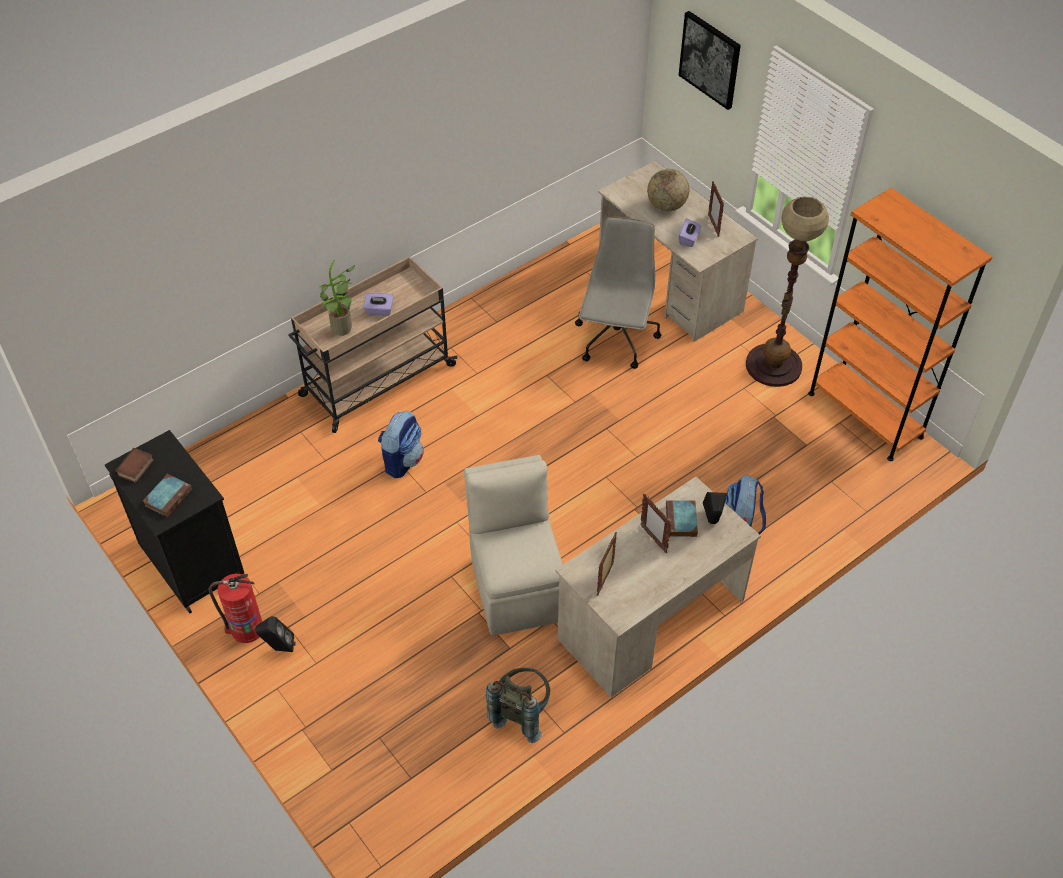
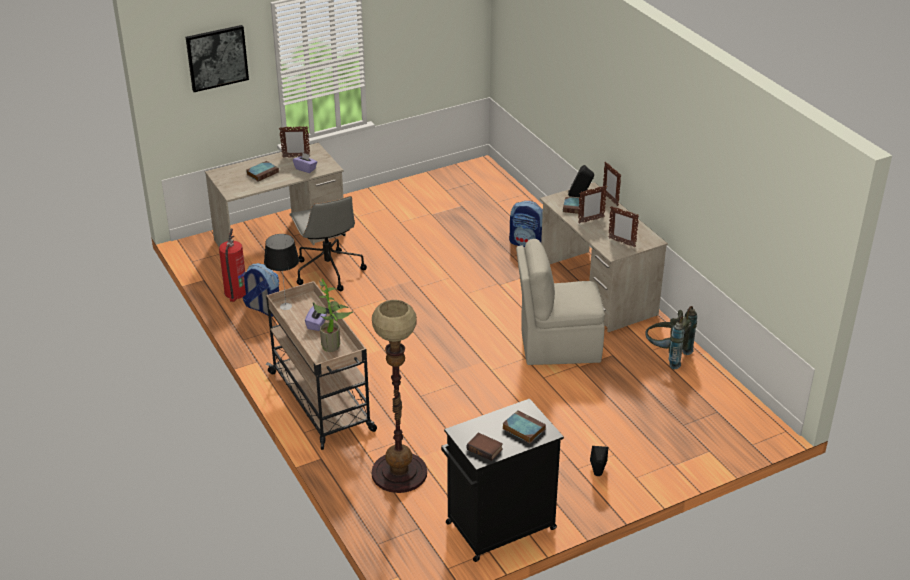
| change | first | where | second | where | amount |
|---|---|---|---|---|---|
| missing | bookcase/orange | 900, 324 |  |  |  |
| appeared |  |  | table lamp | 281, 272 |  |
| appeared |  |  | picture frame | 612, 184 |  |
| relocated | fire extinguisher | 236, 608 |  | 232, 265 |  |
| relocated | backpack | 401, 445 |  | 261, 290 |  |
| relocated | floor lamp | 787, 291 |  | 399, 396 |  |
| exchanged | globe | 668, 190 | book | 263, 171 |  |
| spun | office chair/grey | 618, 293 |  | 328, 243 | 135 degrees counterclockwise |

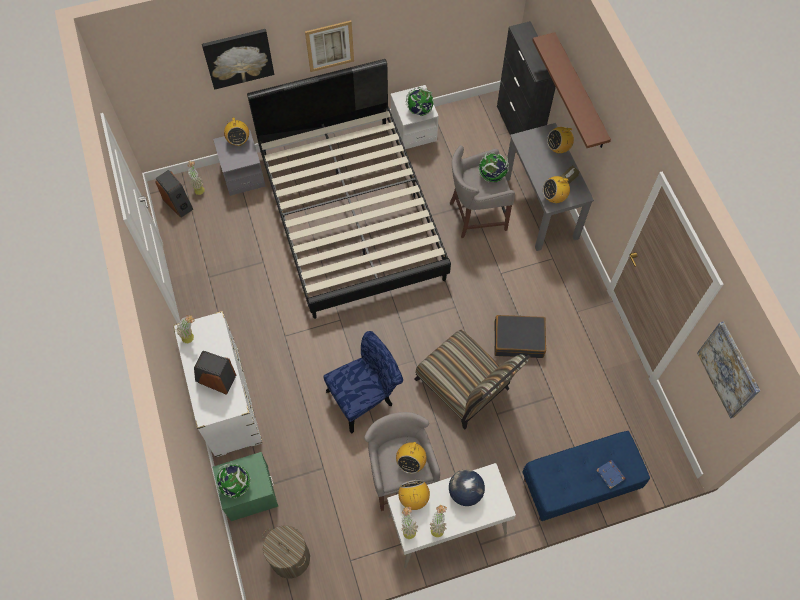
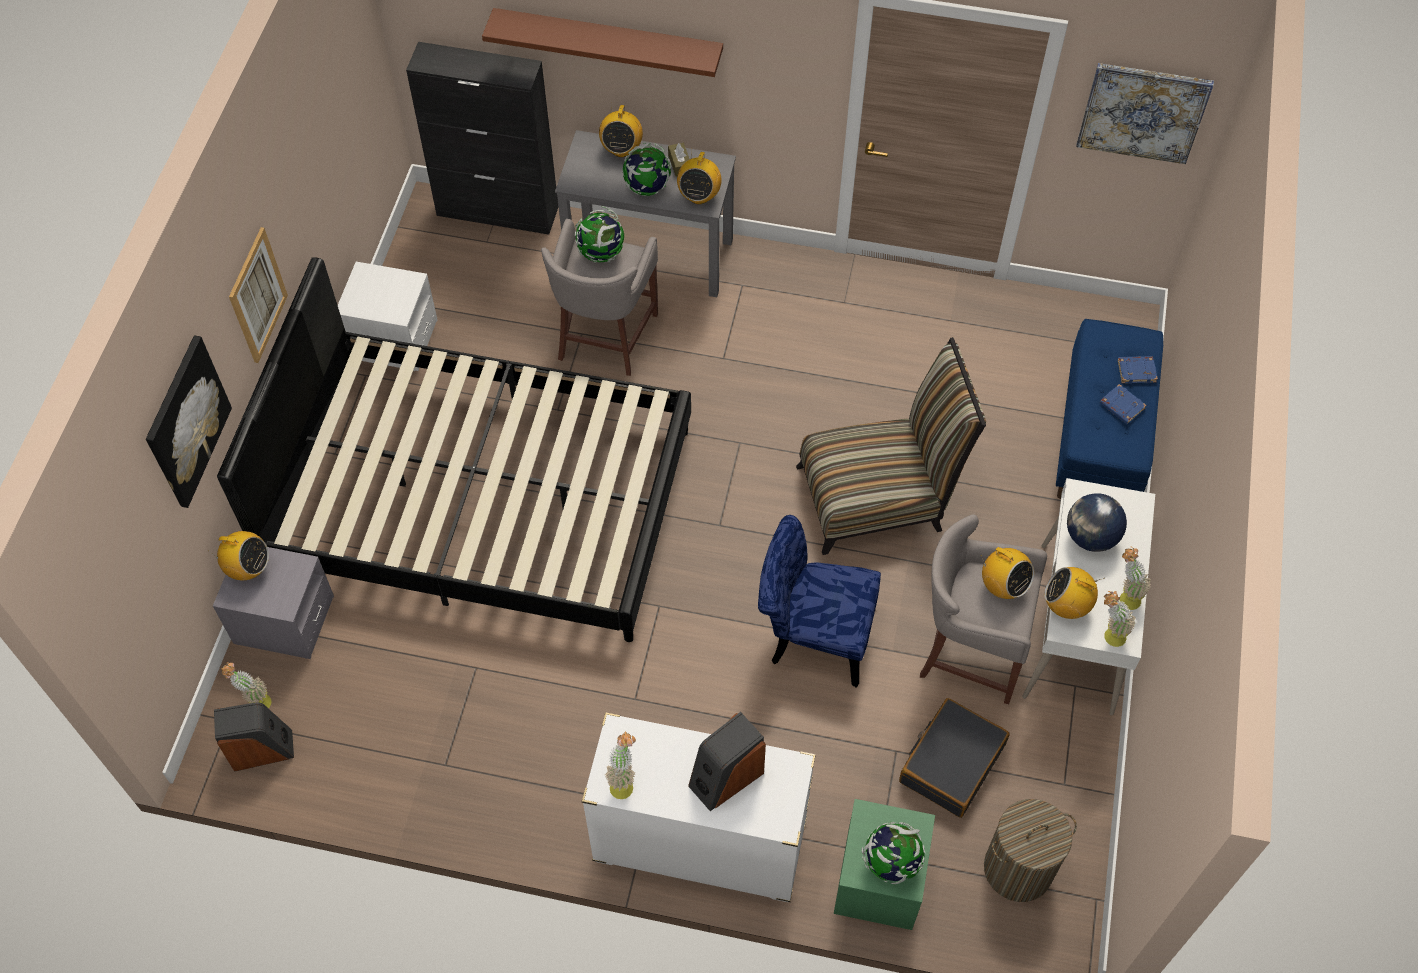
| change | first | where | second | where | amount |
|---|---|---|---|---|---|
| appeared |  |  | book/blue | 1123, 404 |  |
| relocated | globe | 419, 101 |  | 647, 169 |  |
| relocated | suitcase/black | 520, 336 |  | 954, 758 |  |
| spun | chair/blue | 363, 382 |  | 819, 601 | 75 degrees counterclockwise |

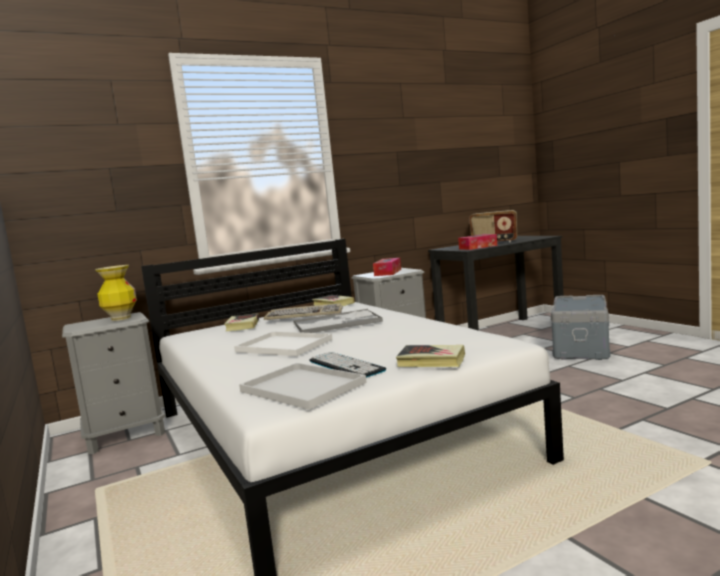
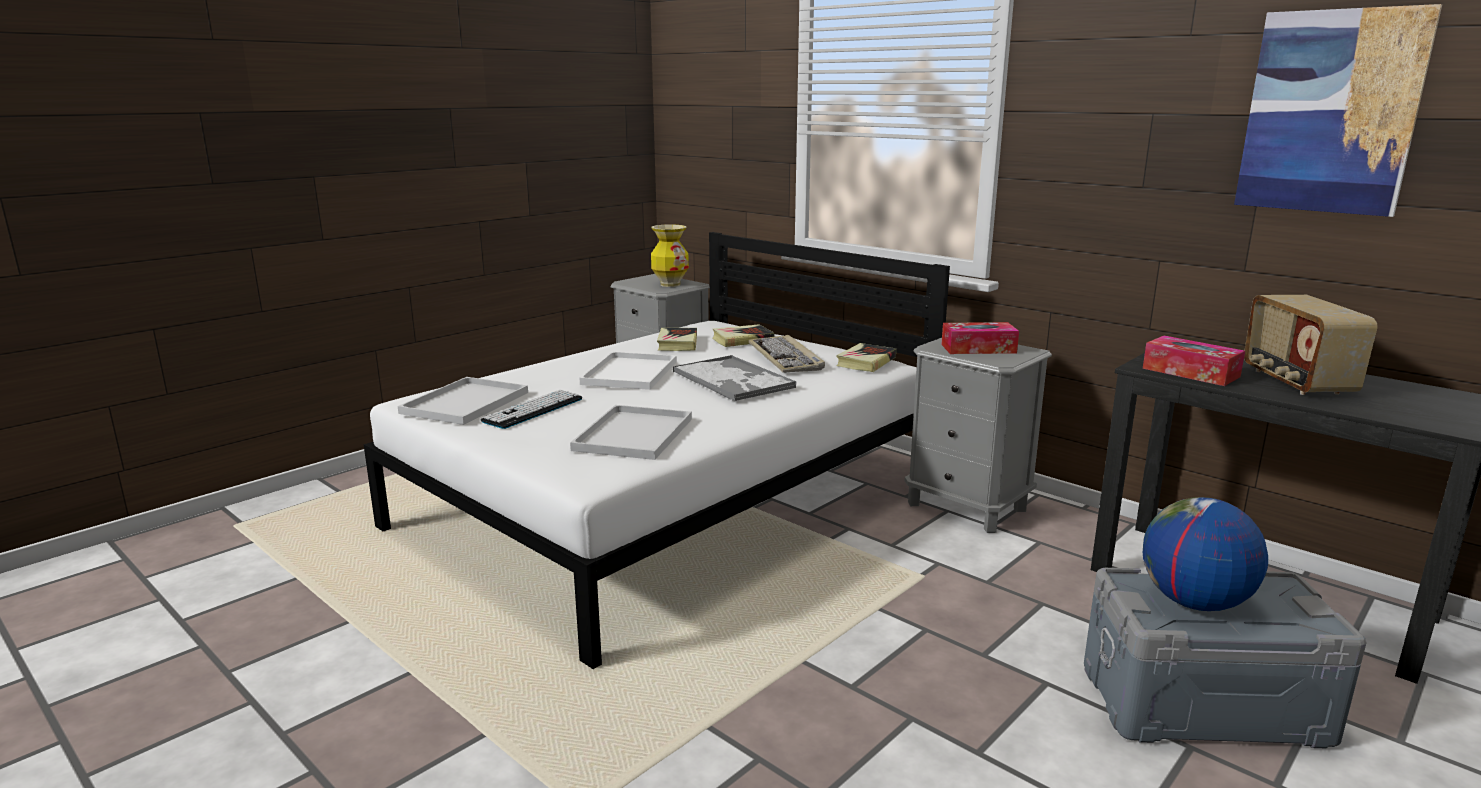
| change | first | where | second | where | amount |
|---|---|---|---|---|---|
| appeared |  |  | tray/white | 631, 432 |  |
| appeared |  |  | globe | 1205, 554 |  |
| appeared |  |  | picture | 1338, 110 |  |
| relocated | book | 430, 356 |  | 677, 339 |  |

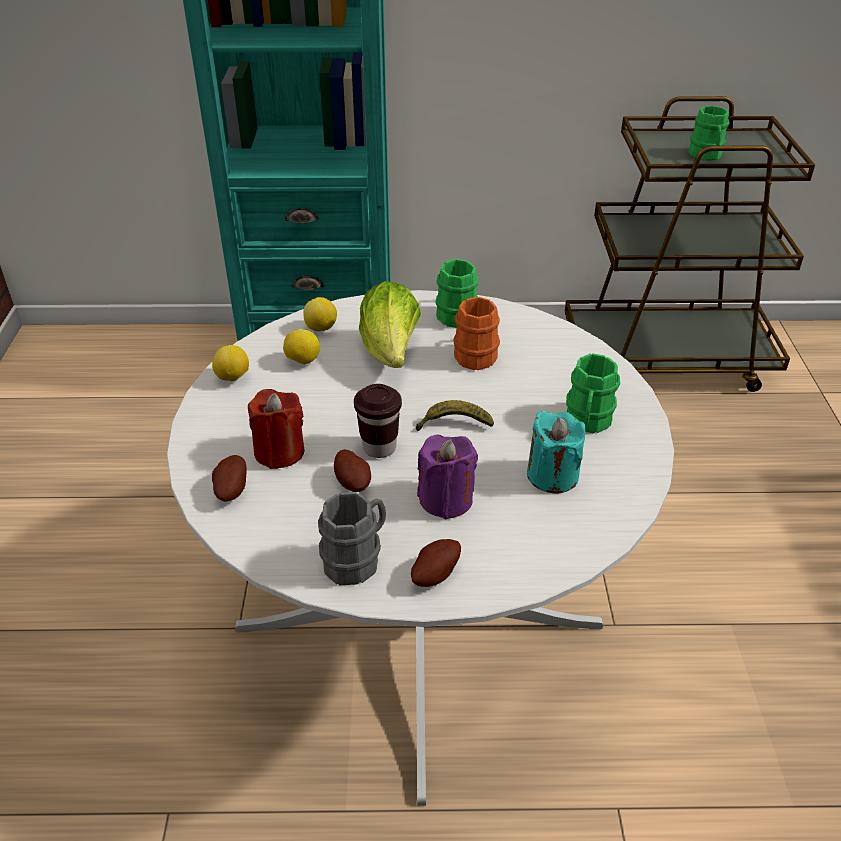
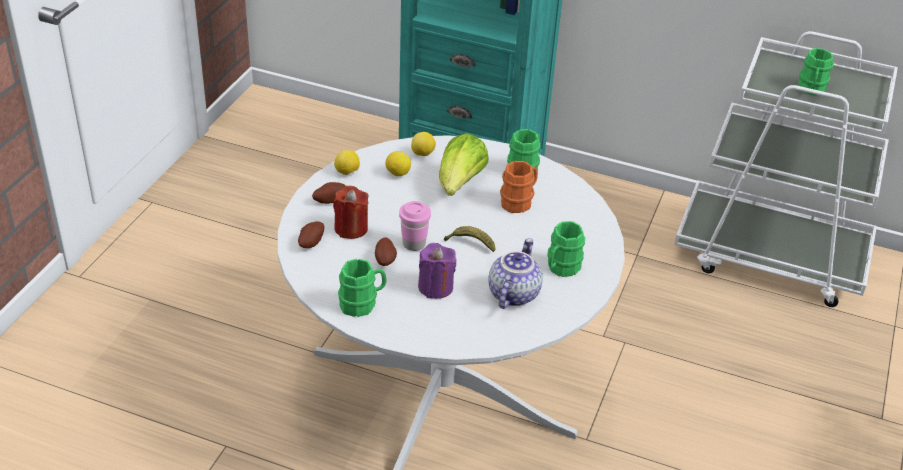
| change | first | where | second | where | amount |
|---|---|---|---|---|---|
| relocated | potato | 436, 563 |  | 329, 193 |  |
| exchanged | candle/turquoise | 556, 452 | teapot | 516, 273 |  |
| colour | mug/grey | 352, 538 | mug/green | 362, 288 |  |
| colour | cup/brown | 378, 421 | cup/pink | 415, 226 |  |
| colour | cart/brown | 690, 244 | cart/white | 786, 169 |  |

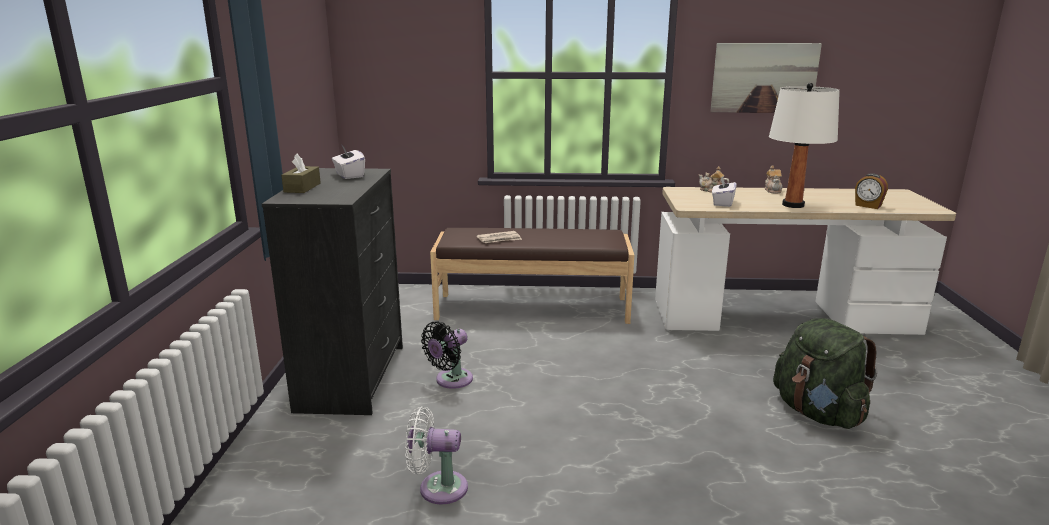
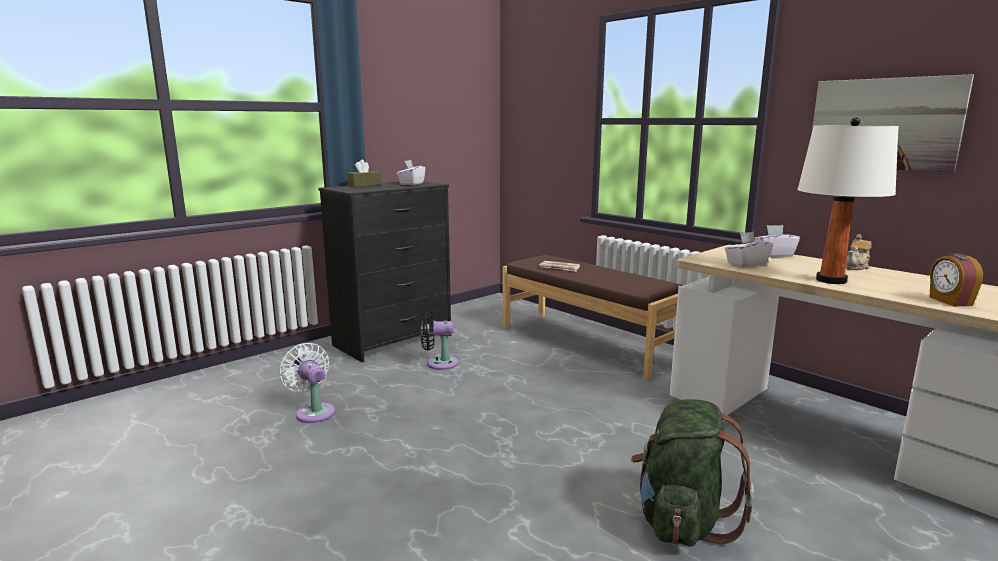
| change | first | where | second | where | amount |
|---|---|---|---|---|---|
| exchanged | teapot | 714, 179 | tissue box/white | 777, 241 |  |

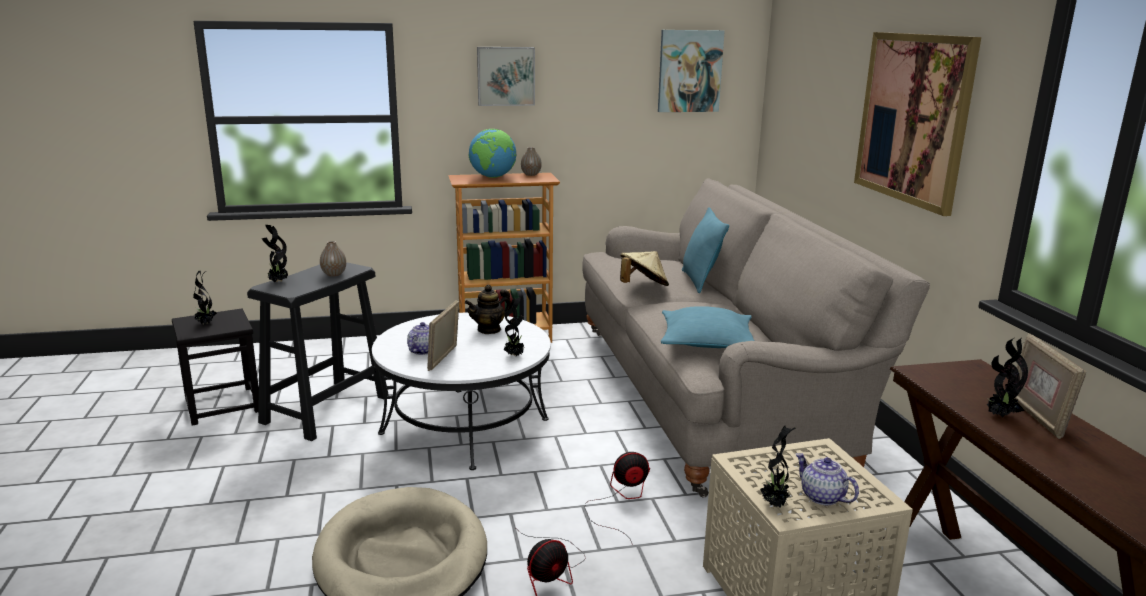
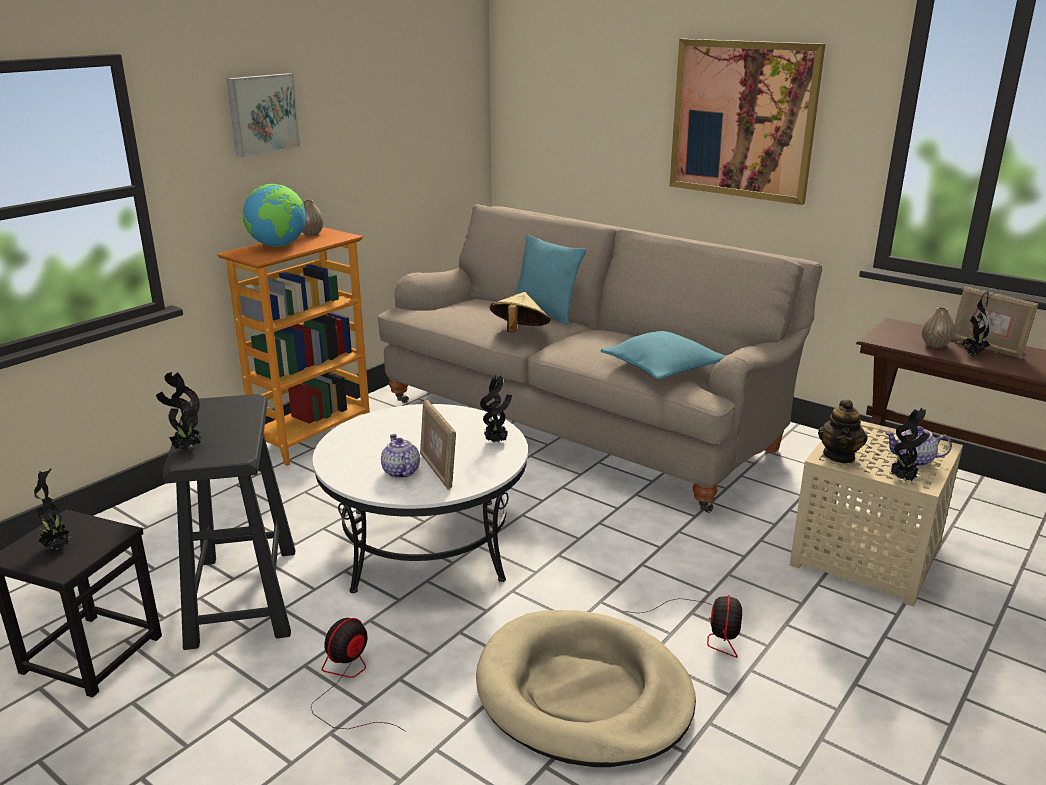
| change | first | where | second | where | amount |
|---|---|---|---|---|---|
| missing | picture | 691, 71 |  |  |  |
| relocated | vase | 333, 259 |  | 938, 327 |  |
| relocated | teapot | 488, 309 |  | 843, 431 |  |
| relocated | fan | 617, 498 |  | 358, 675 |  |

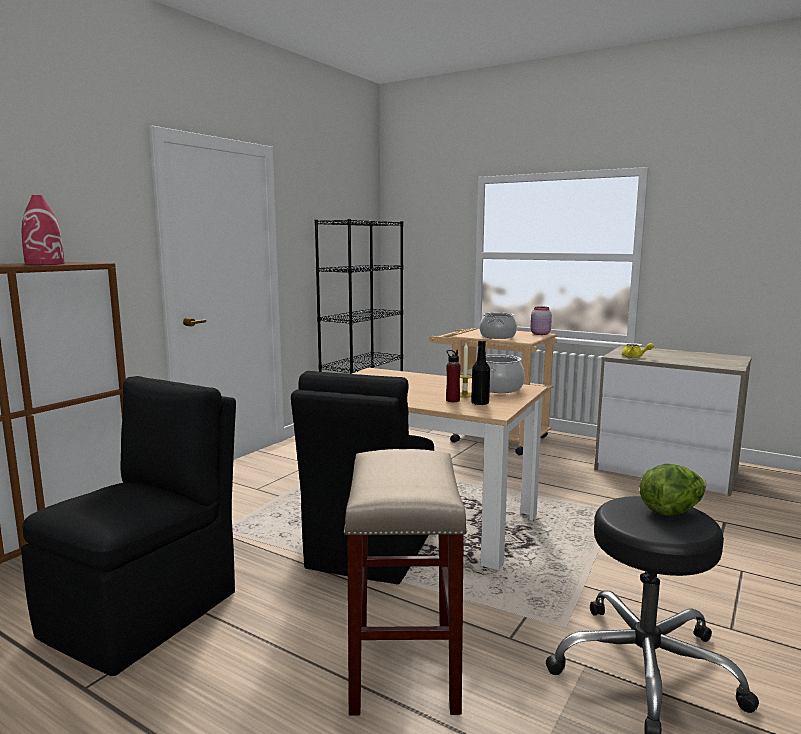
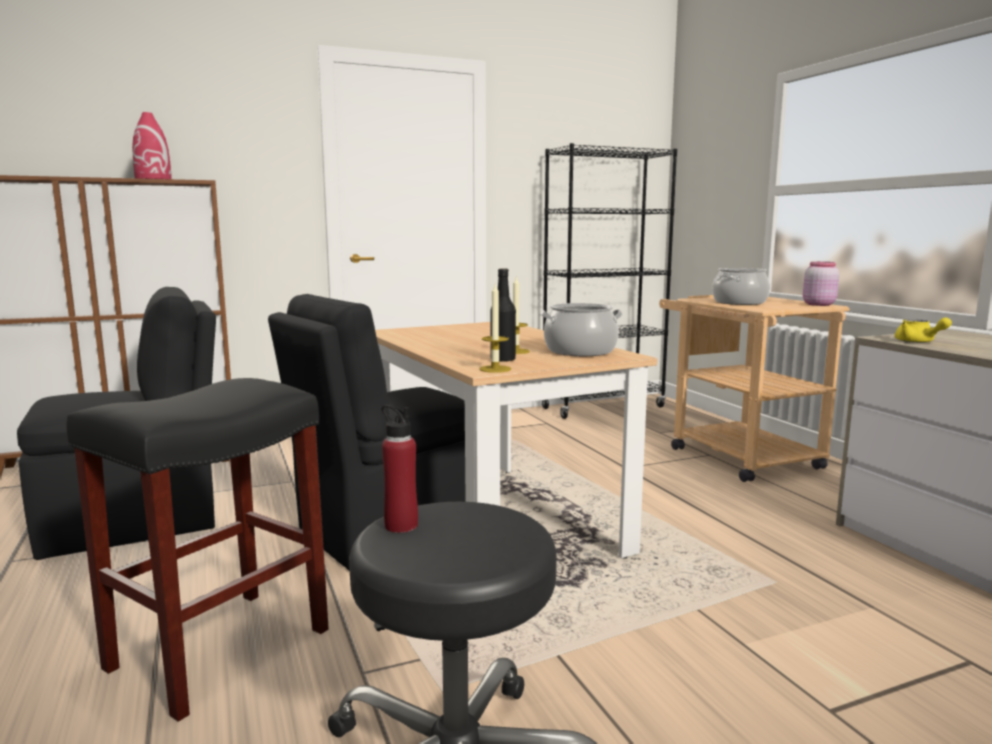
| change | first | where | second | where | amount |
|---|---|---|---|---|---|
| missing | lettuce | 672, 489 |  |  |  |
| appeared |  |  | candle | 495, 328 |  |
| relocated | bottle/red | 453, 376 |  | 399, 469 |  |
| colour | stool/beige | 405, 582 | stool/black | 198, 550 |  |

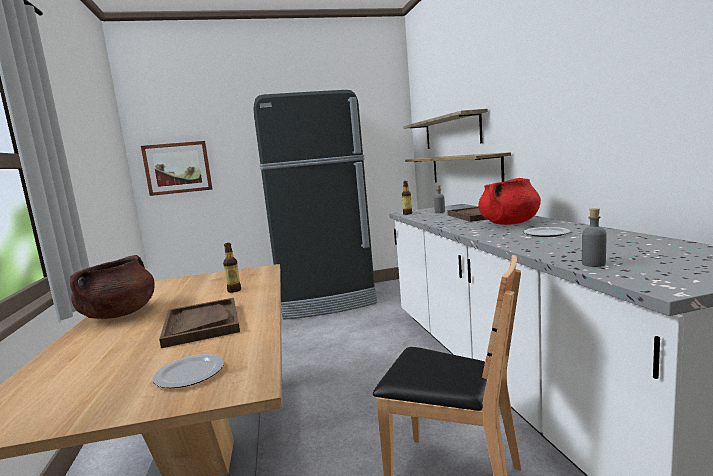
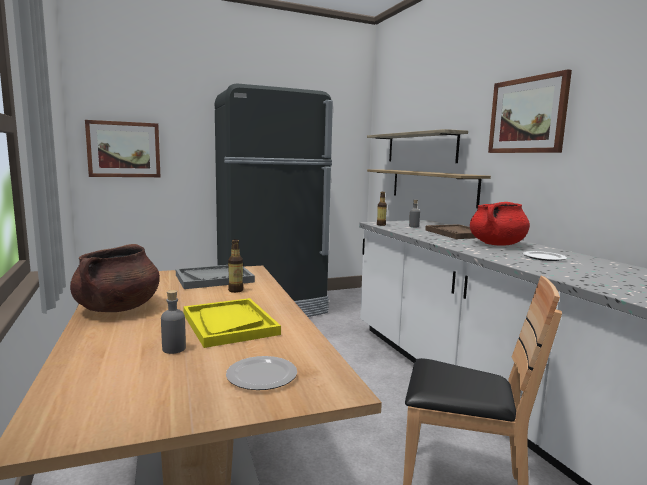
| change | first | where | second | where | amount |
|---|---|---|---|---|---|
| appeared |  |  | tray/grey | 215, 277 |  |
| appeared |  |  | picture | 530, 111 |  |
| relocated | bottle/grey | 594, 237 |  | 173, 322 |  |
| colour | tray/brown | 199, 323 | tray/yellow | 232, 323 |  |

